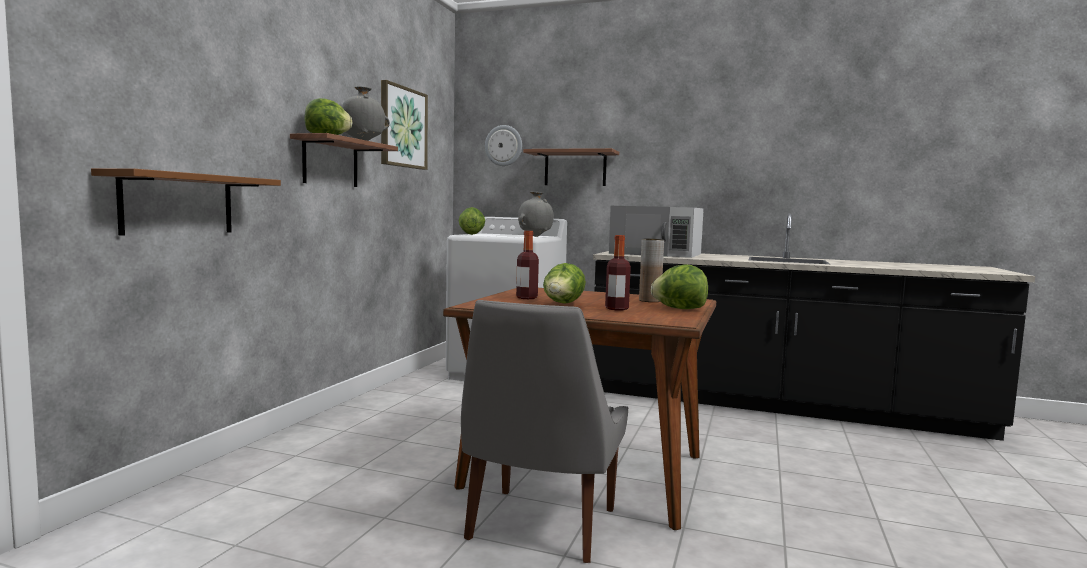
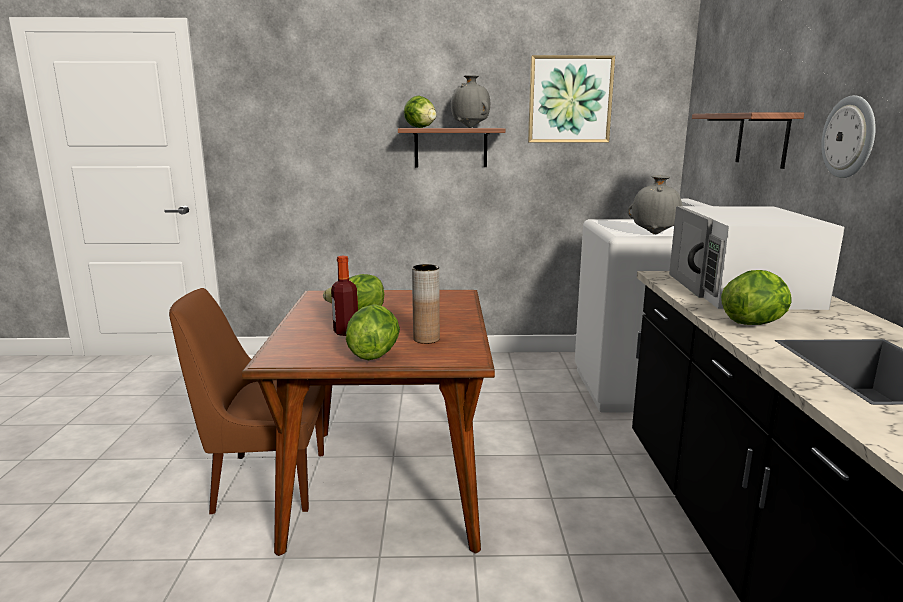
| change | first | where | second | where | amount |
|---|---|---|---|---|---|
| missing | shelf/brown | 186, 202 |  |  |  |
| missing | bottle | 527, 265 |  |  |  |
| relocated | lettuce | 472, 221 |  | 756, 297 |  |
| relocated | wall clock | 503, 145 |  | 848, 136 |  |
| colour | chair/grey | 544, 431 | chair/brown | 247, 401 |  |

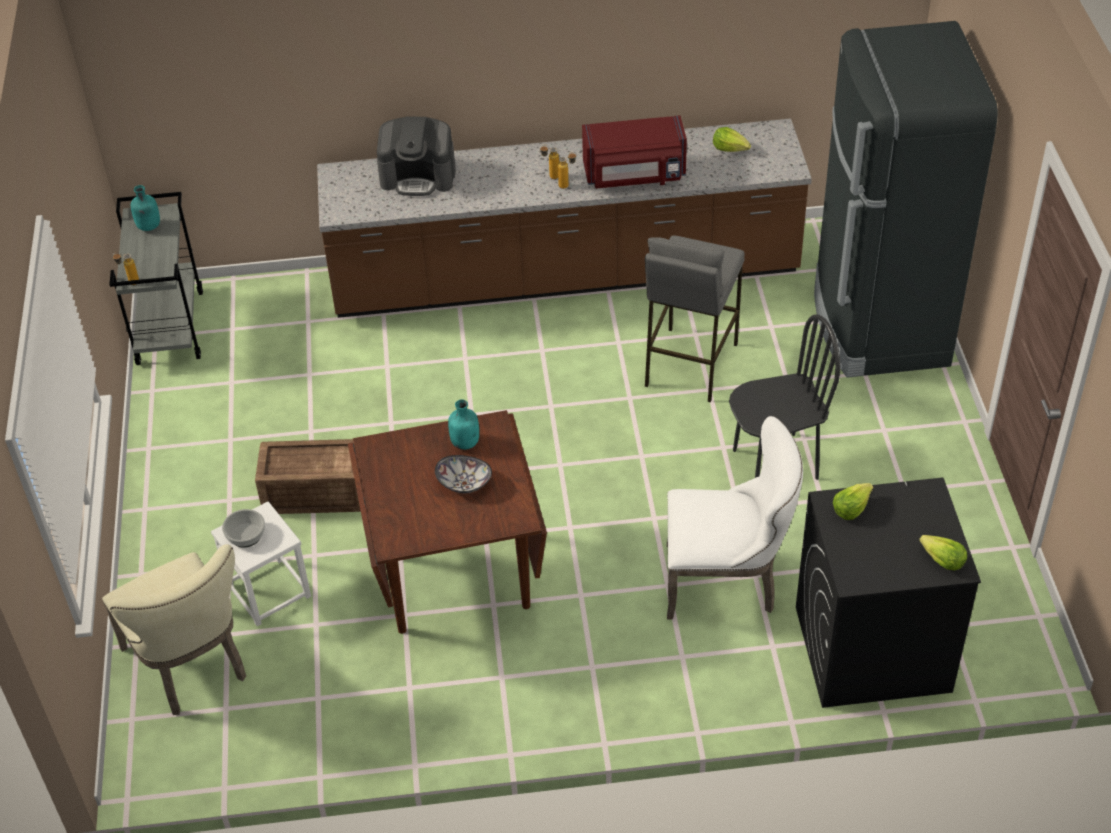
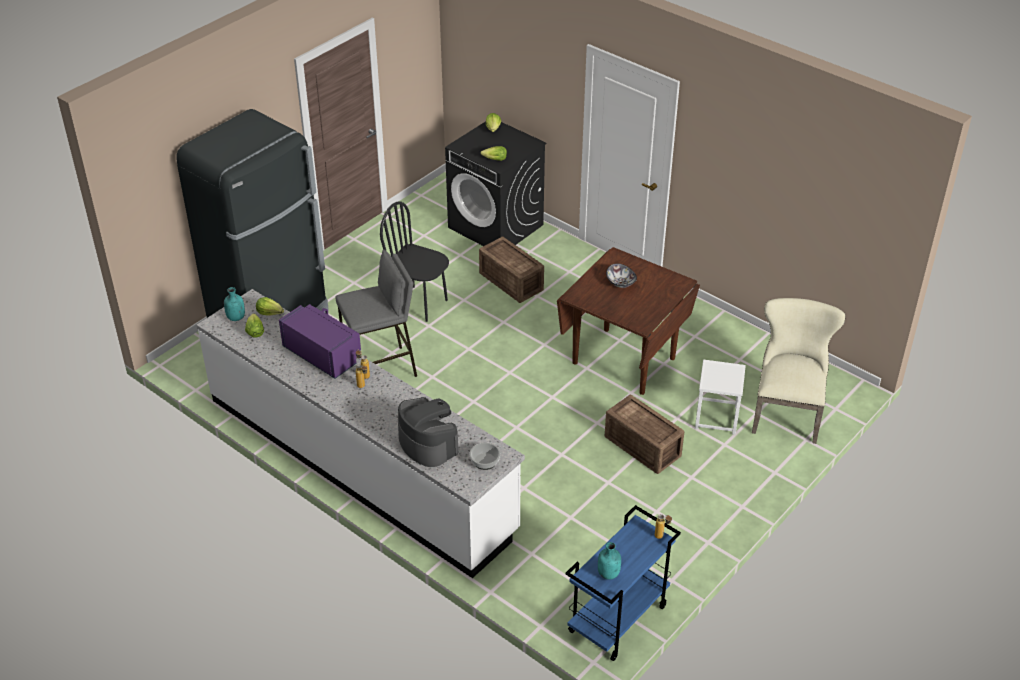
| change | first | where | second | where | amount |
|---|---|---|---|---|---|
| appeared |  |  | lettuce | 270, 306 |  |
| relocated | bowl | 243, 528 |  | 485, 456 |  |
| relocated | bottle/turquoise | 463, 424 |  | 234, 304 |  |
| exchanged | chair/white | 735, 517 | crate | 511, 270 |  |
| colour | cart/grey | 156, 278 | cart/blue | 623, 583 |  |
| colour | counter/brown | 564, 218 | counter/white | 361, 433 |  |
| colour | microwave/red | 634, 152 | microwave/purple | 320, 341 |  |

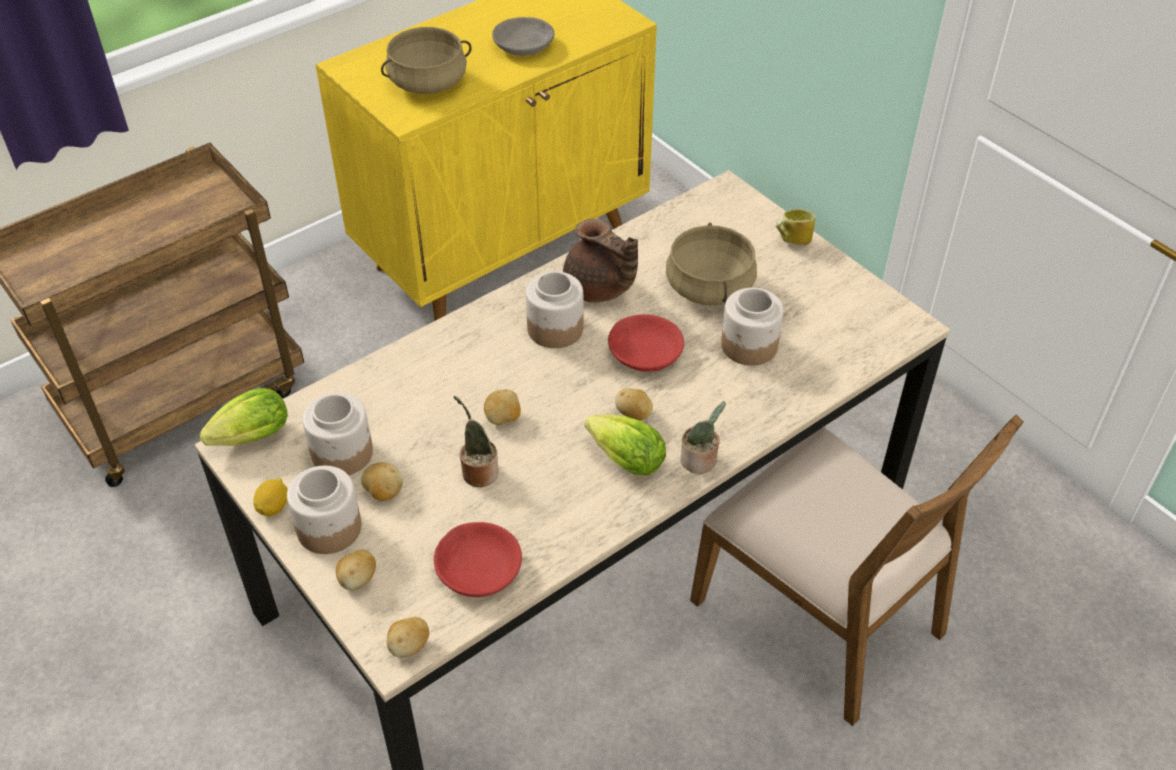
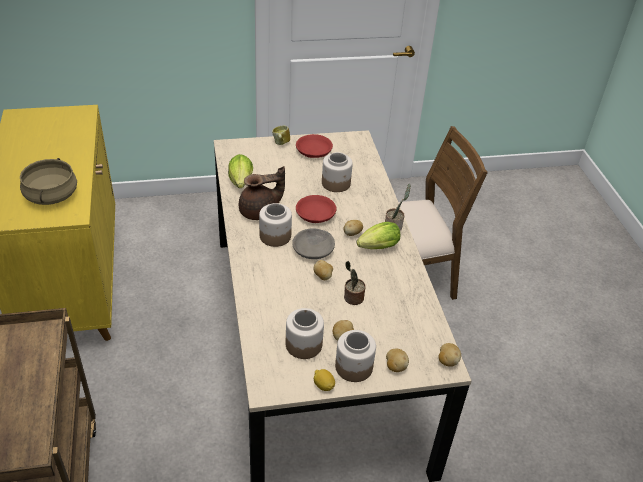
| change | first | where | second | where | amount |
|---|---|---|---|---|---|
| missing | cooking pot/beige | 711, 264 |  |  |  |
| relocated | lettuce | 244, 417 |  | 240, 171 |  |
| relocated | bowl/red | 478, 559 |  | 314, 146 |  |
| relocated | bowl/grey | 523, 36 |  | 313, 243 |  |

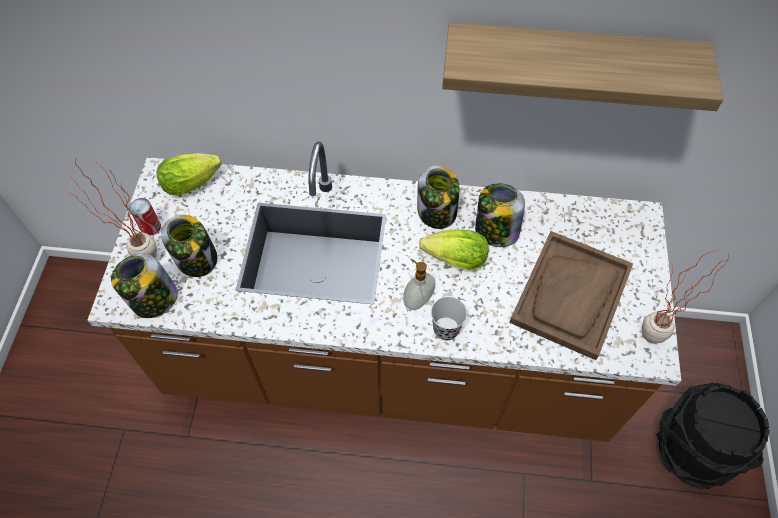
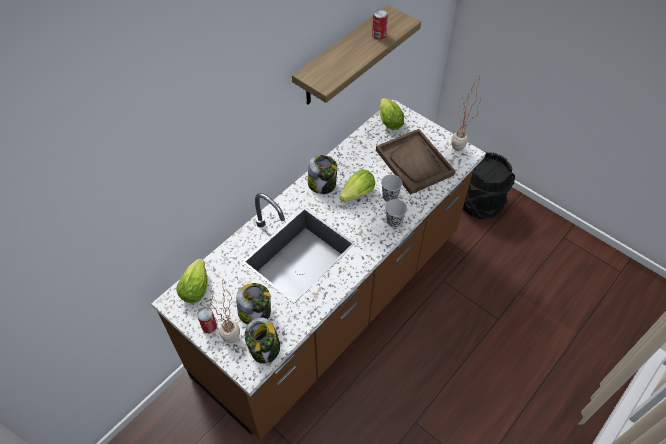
| change | first | where | second | where | amount |
|---|---|---|---|---|---|
| missing | soap dispenser | 419, 284 |  |  |  |
| missing | jar | 500, 215 |  |  |  |
| appeared |  |  | can | 380, 24 |  |
| appeared |  |  | lettuce | 392, 114 |  |
| appeared |  |  | cup/black | 391, 188 |  |

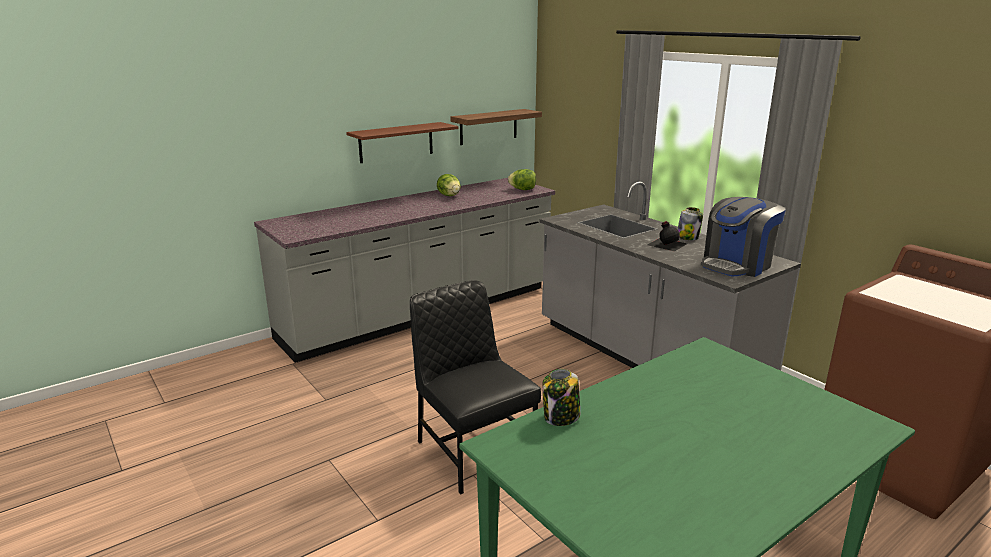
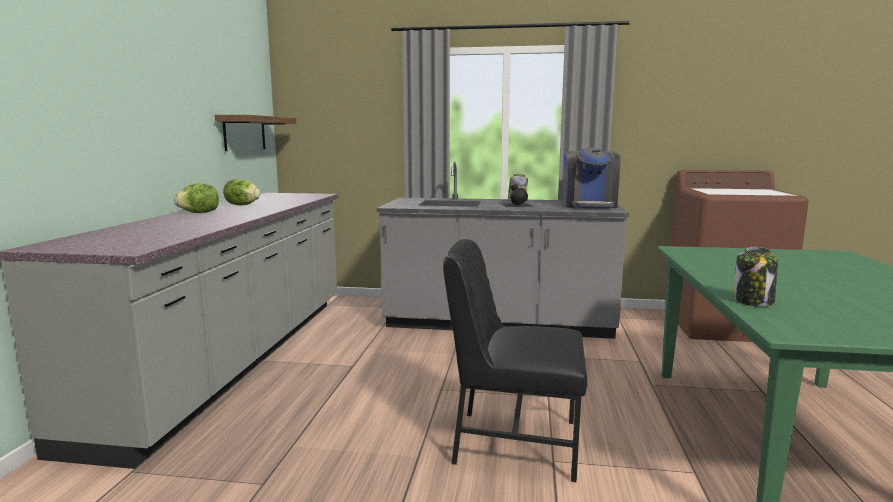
| change | first | where | second | where | amount |
|---|---|---|---|---|---|
| missing | shelf/brown | 402, 142 |  |  |  |
| relocated | lettuce | 522, 179 |  | 196, 198 |  |

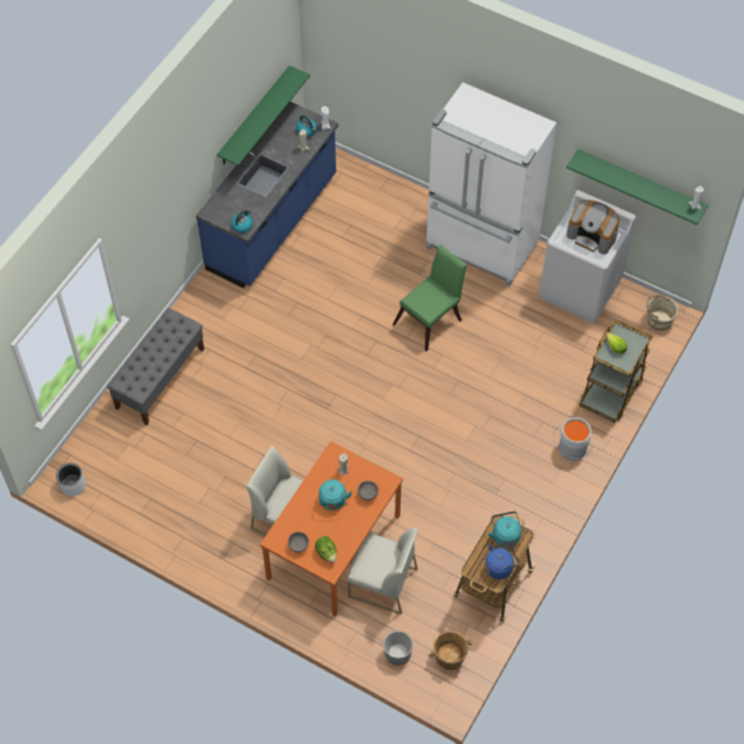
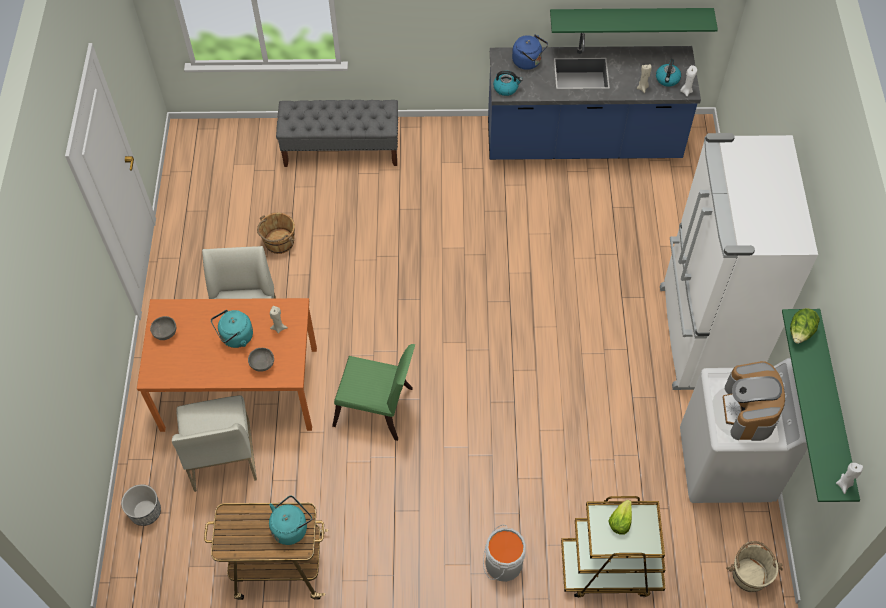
| change | first | where | second | where | amount |
|---|---|---|---|---|---|
| missing | planter/white | 71, 479 |  |  |  |
| relocated | lettuce | 326, 549 |  | 805, 326 |  |
| relocated | chair/green | 430, 298 |  | 373, 392 |  |
| relocated | bucket/brown | 450, 650 |  | 276, 233 |  |
| relocated | kettle/blue | 502, 561 |  | 530, 52 |  |

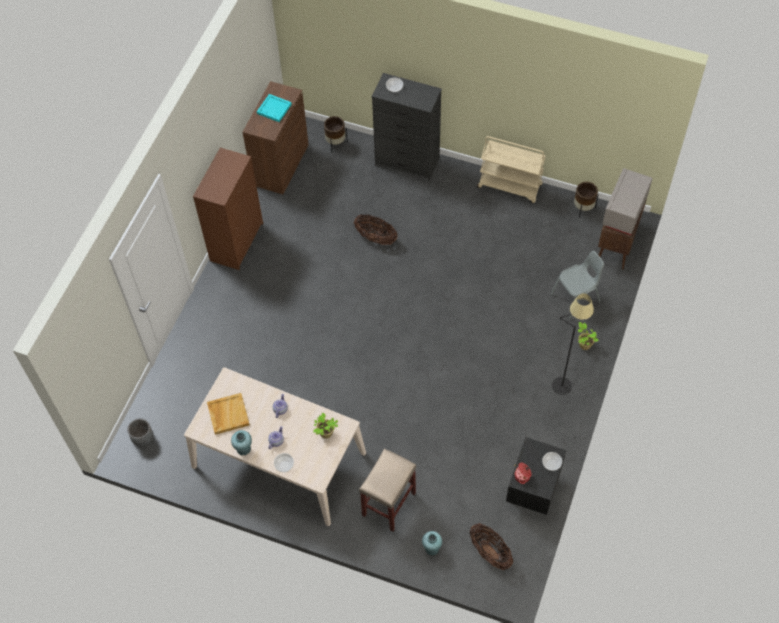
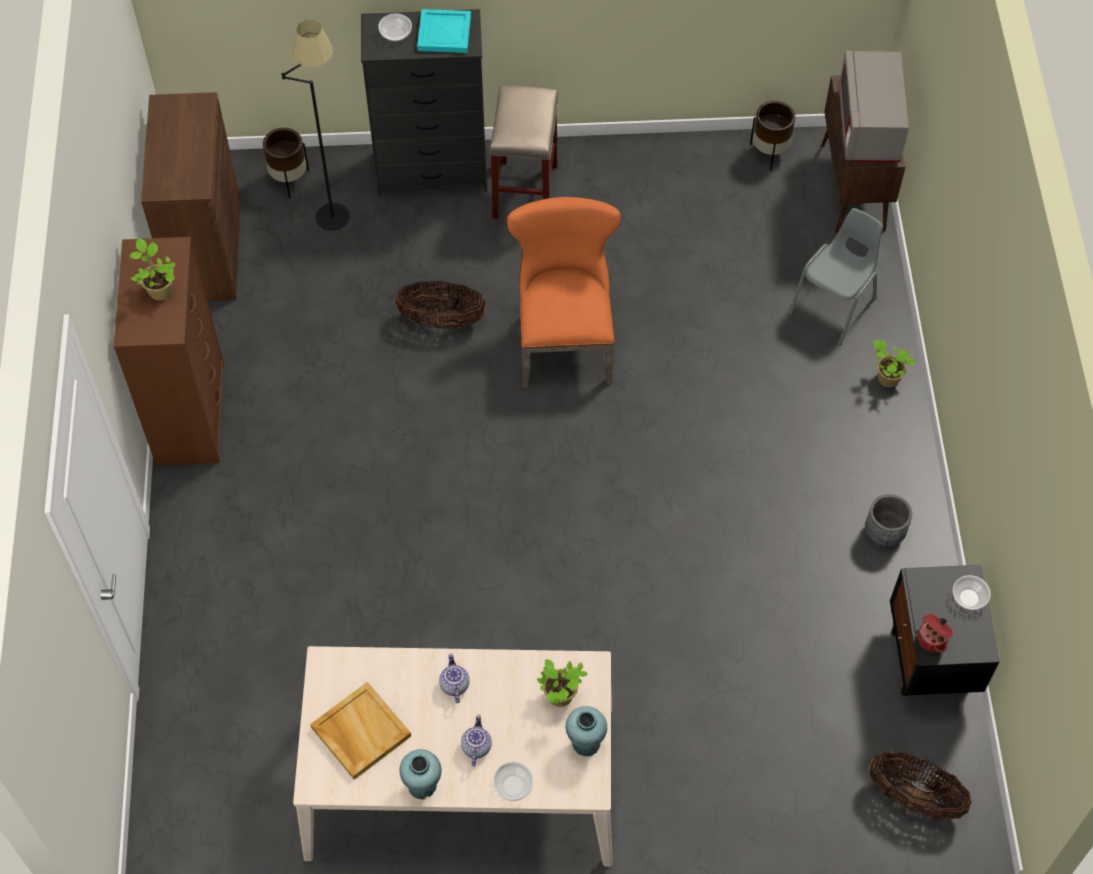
| change | first | where | second | where | amount |
|---|---|---|---|---|---|
| missing | cart/beige | 511, 169 |  |  |  |
| appeared |  |  | potted plant | 153, 269 |  |
| appeared |  |  | chair/orange | 563, 292 |  |
| relocated | planter/grey | 140, 432 |  | 888, 520 |  |
| relocated | tray/turquoise | 274, 108 |  | 444, 31 |  |
| relocated | stool/beige | 387, 490 |  | 524, 152 |  |
| relocated | vase/turquoise | 432, 543 |  | 586, 731 |  |
| relocated | floor lamp/black | 573, 344 |  | 315, 125 |  |

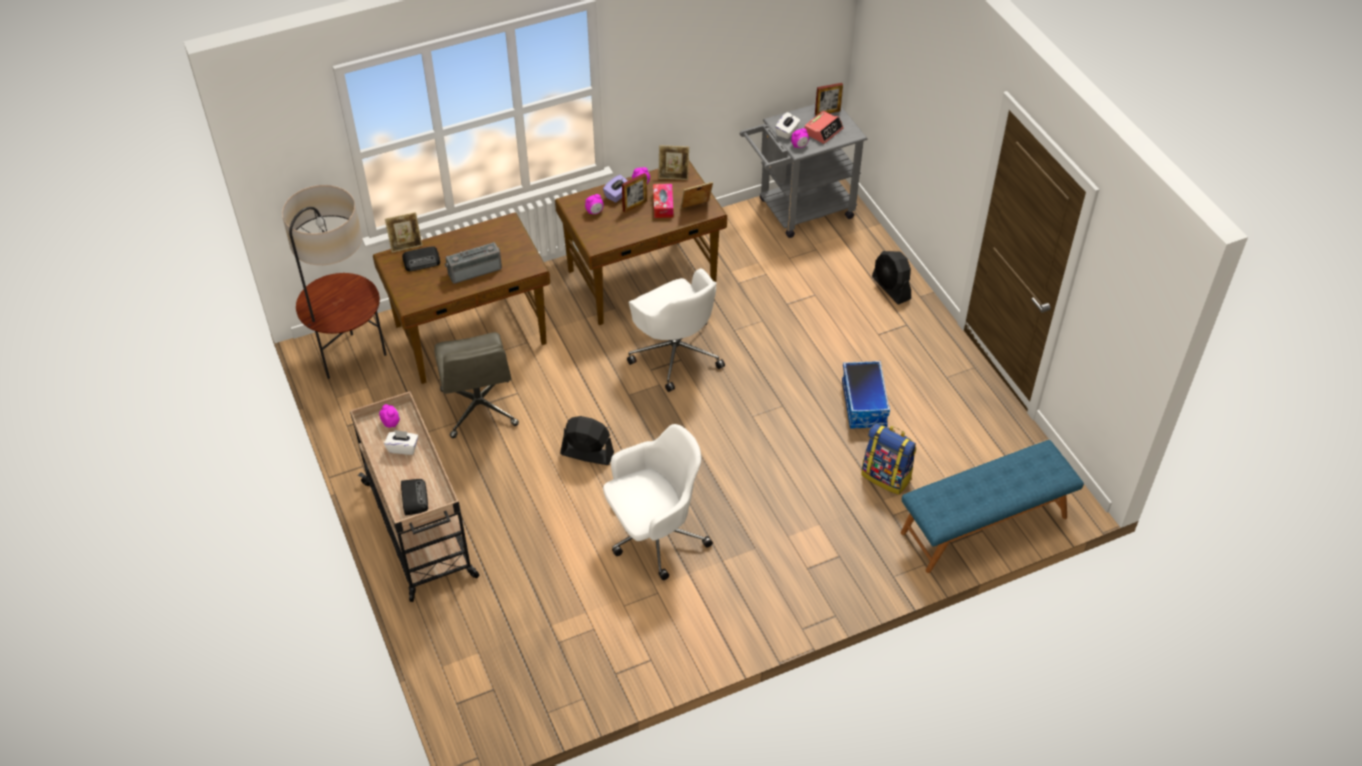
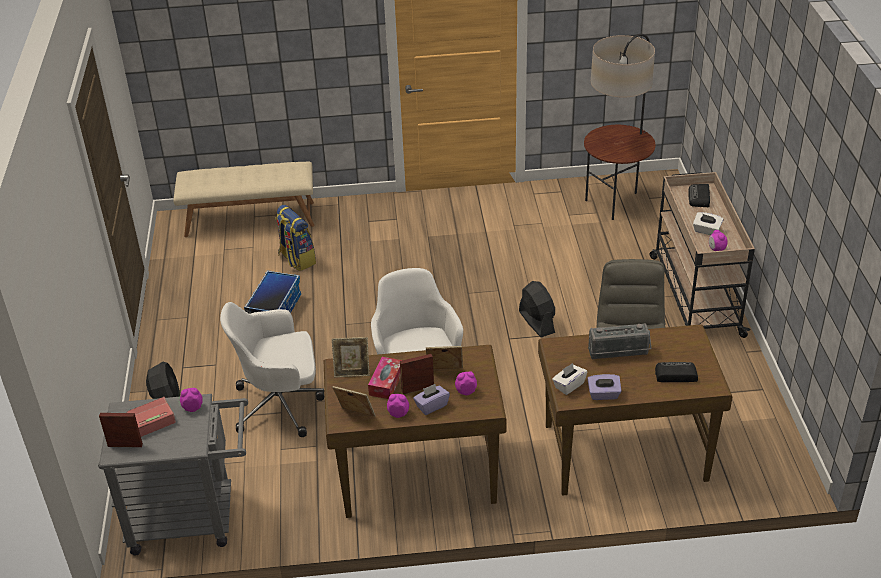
| change | first | where | second | where | amount |
|---|---|---|---|---|---|
| appeared |  |  | tissue box/purple | 605, 387 |  |
| relocated | floor lamp | 334, 282 |  | 620, 127 |  |
| relocated | picture frame | 404, 232 |  | 444, 357 |  |
| relocated | office chair/white | 658, 502 |  | 272, 369 |  |
| relocated | tissue box/white | 787, 125 |  | 569, 379 |  |
| colour | bench/blue | 992, 506 | bench/beige | 243, 199 |  |
| spun | fan/black | 587, 440 |  | 537, 309 | 150 degrees counterclockwise |

